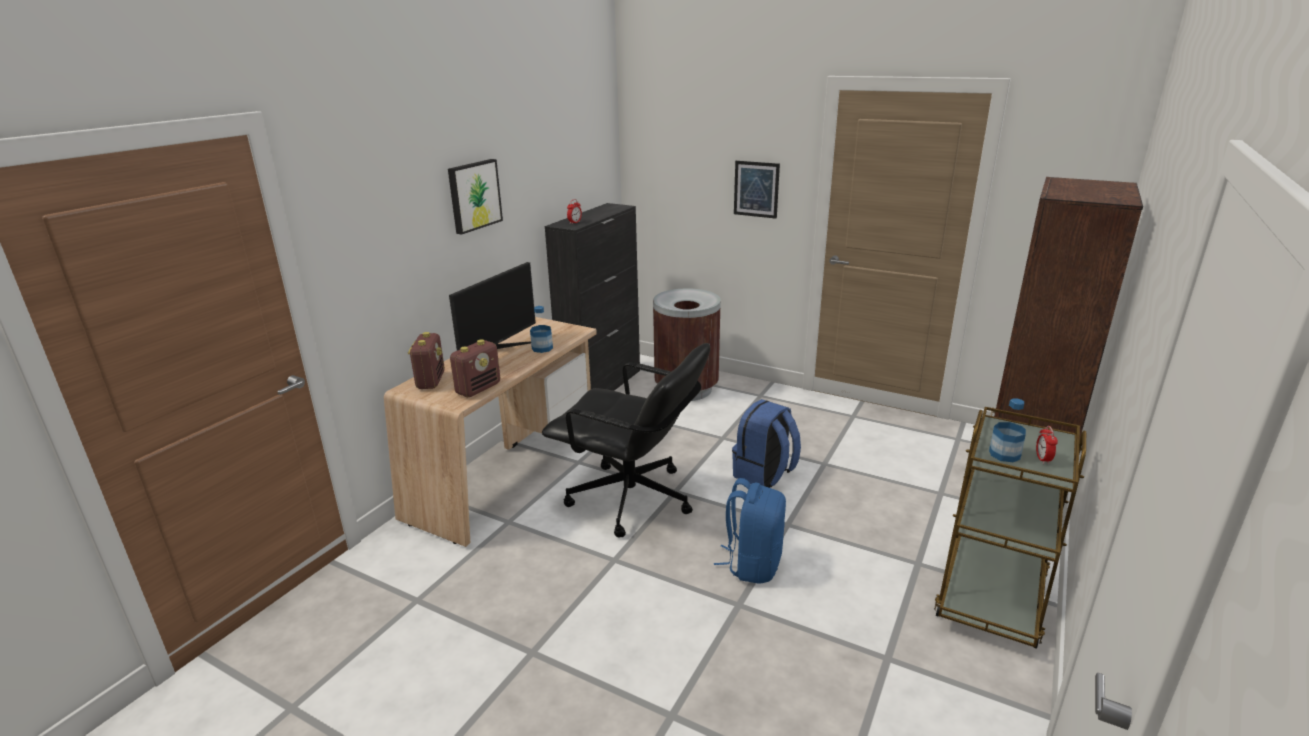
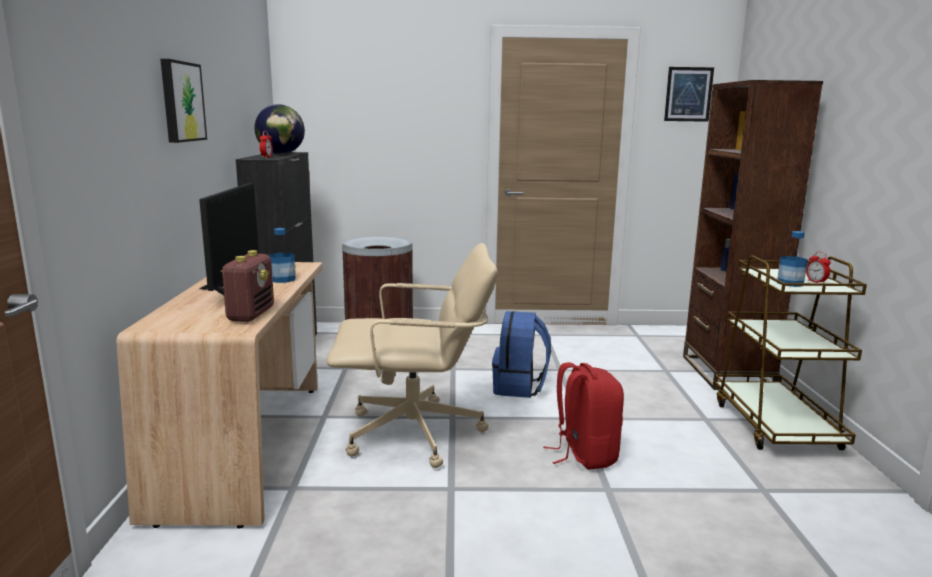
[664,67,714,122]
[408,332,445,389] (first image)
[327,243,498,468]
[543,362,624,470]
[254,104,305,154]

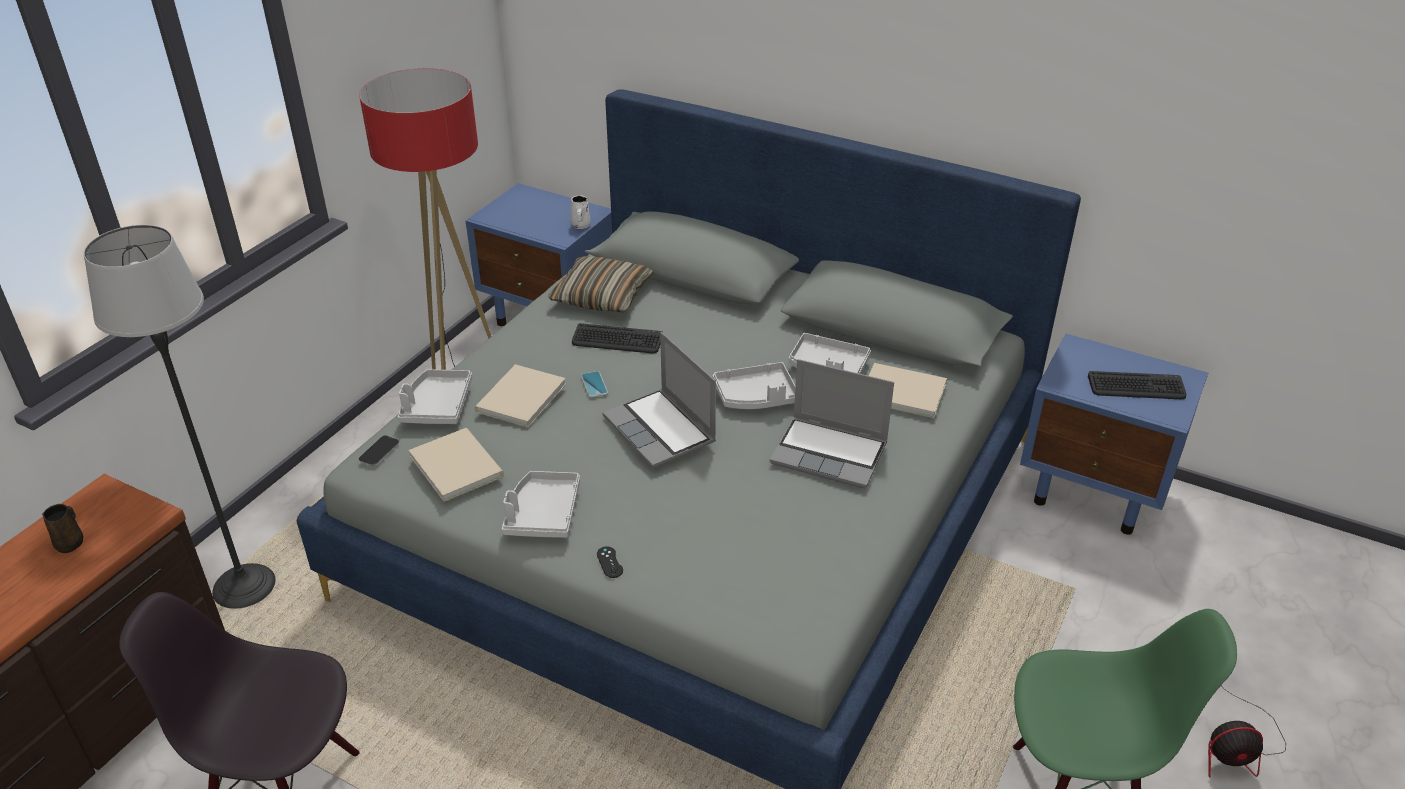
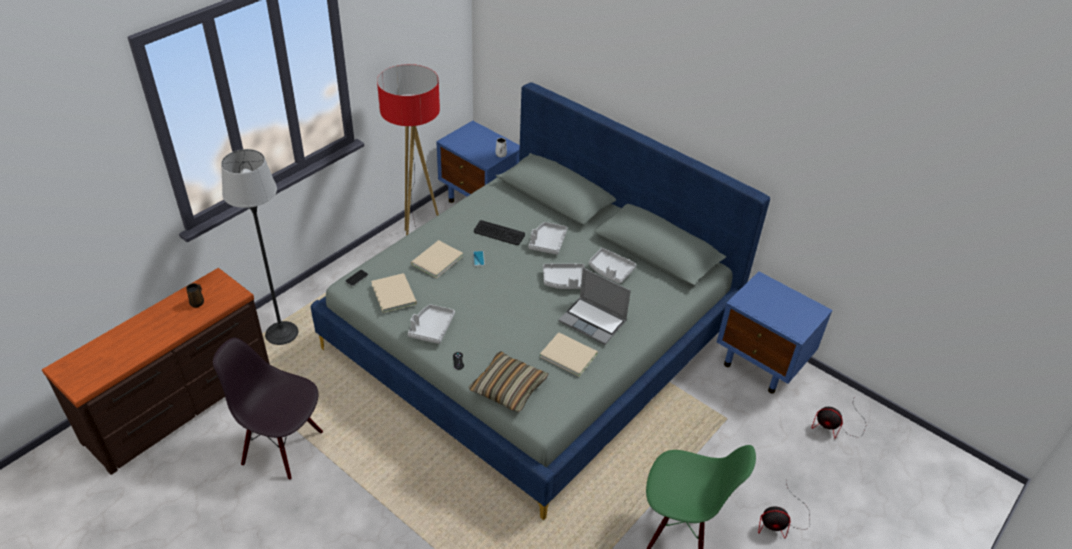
[468,351,549,412]
[603,332,716,468] (first image)
[540,332,598,376]
[528,222,567,255]
[1088,371,1186,399] (first image)
[812,399,866,438]

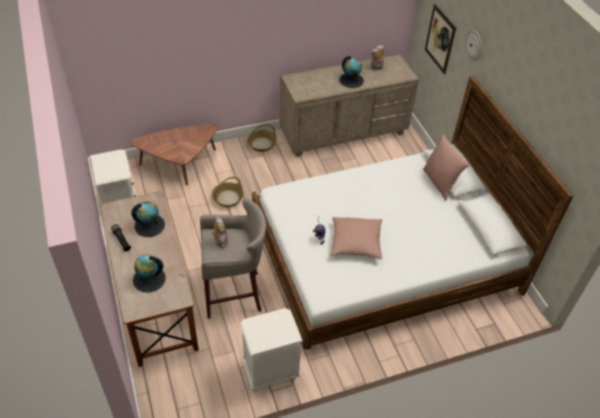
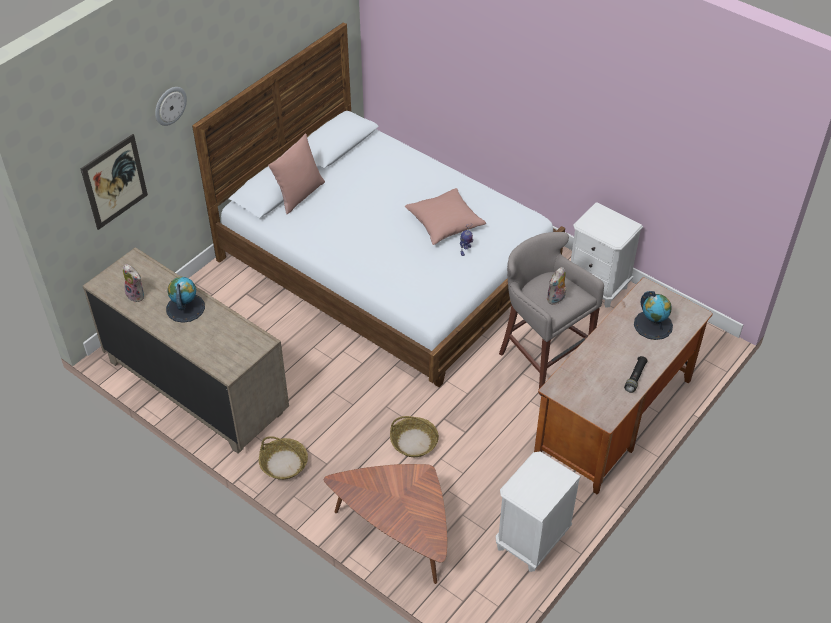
[131,201,165,237] (first image)

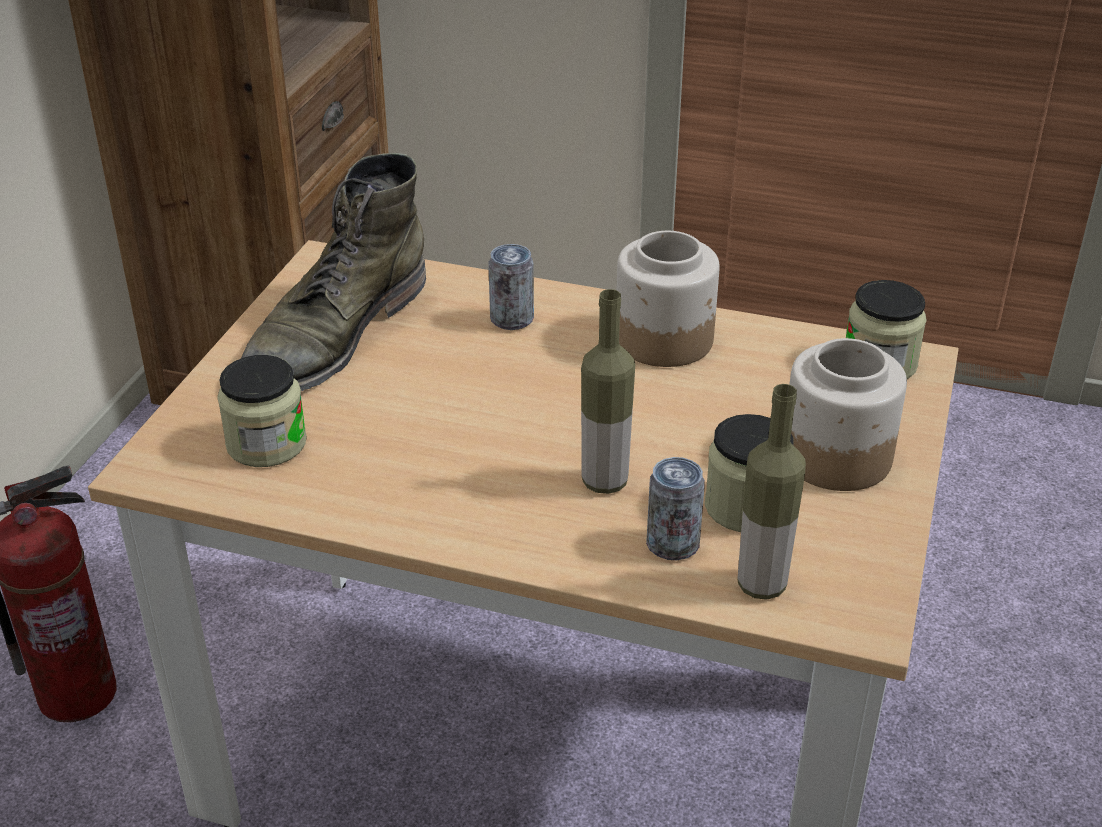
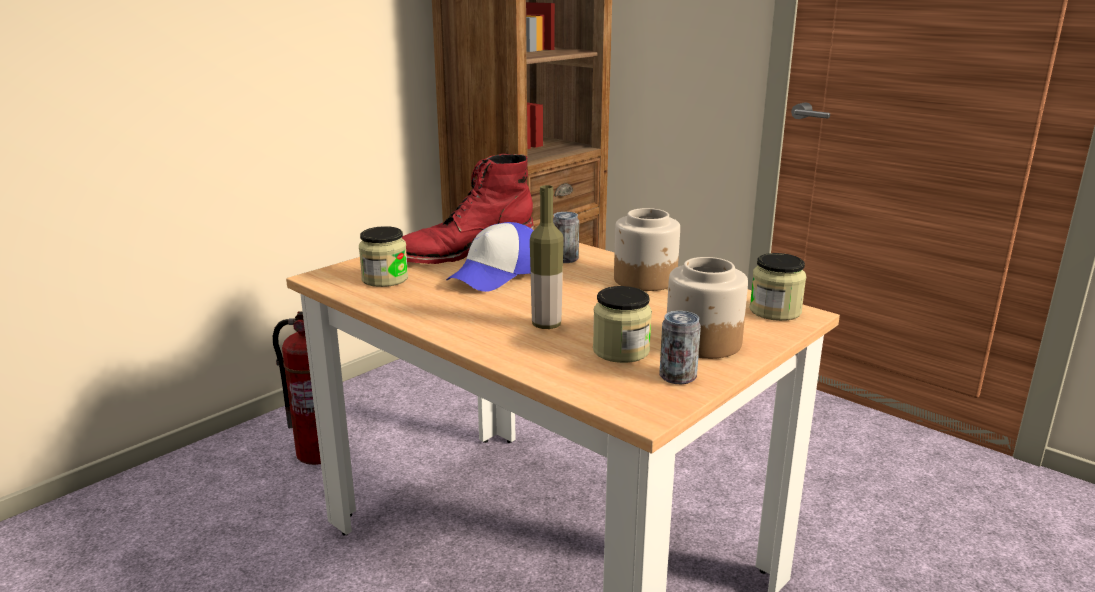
[402,154,534,264]
[737,384,806,600] (first image)
[659,311,701,384]
[446,222,534,292]

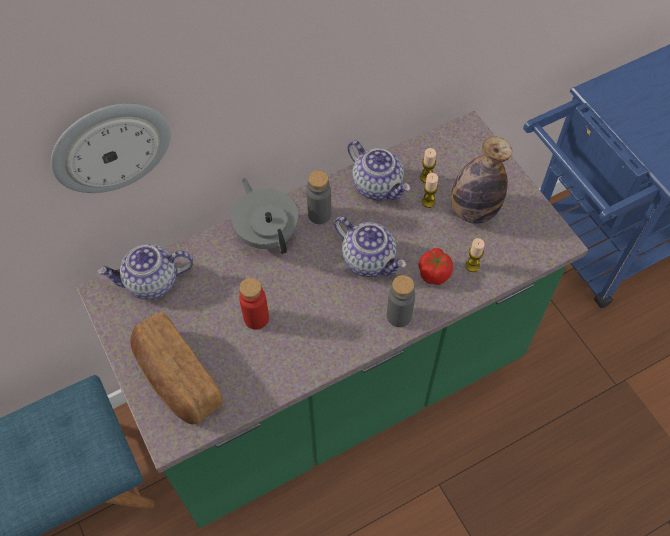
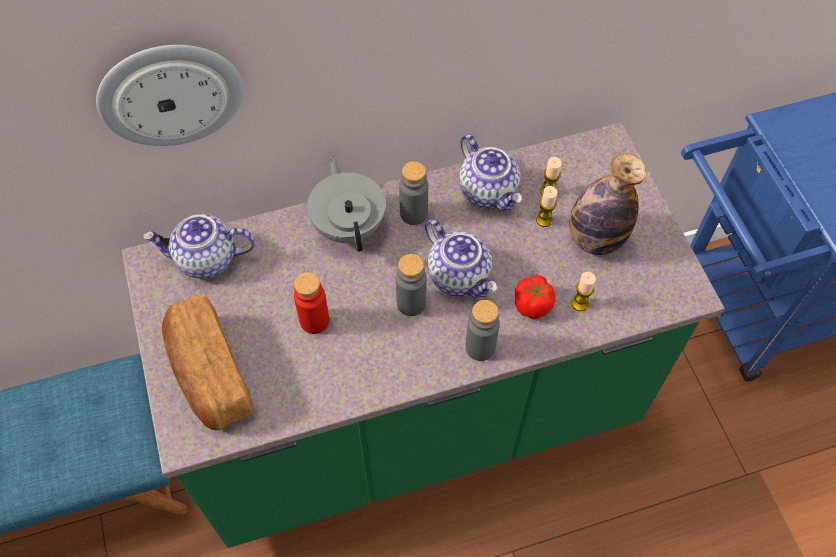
[396,254,427,316]

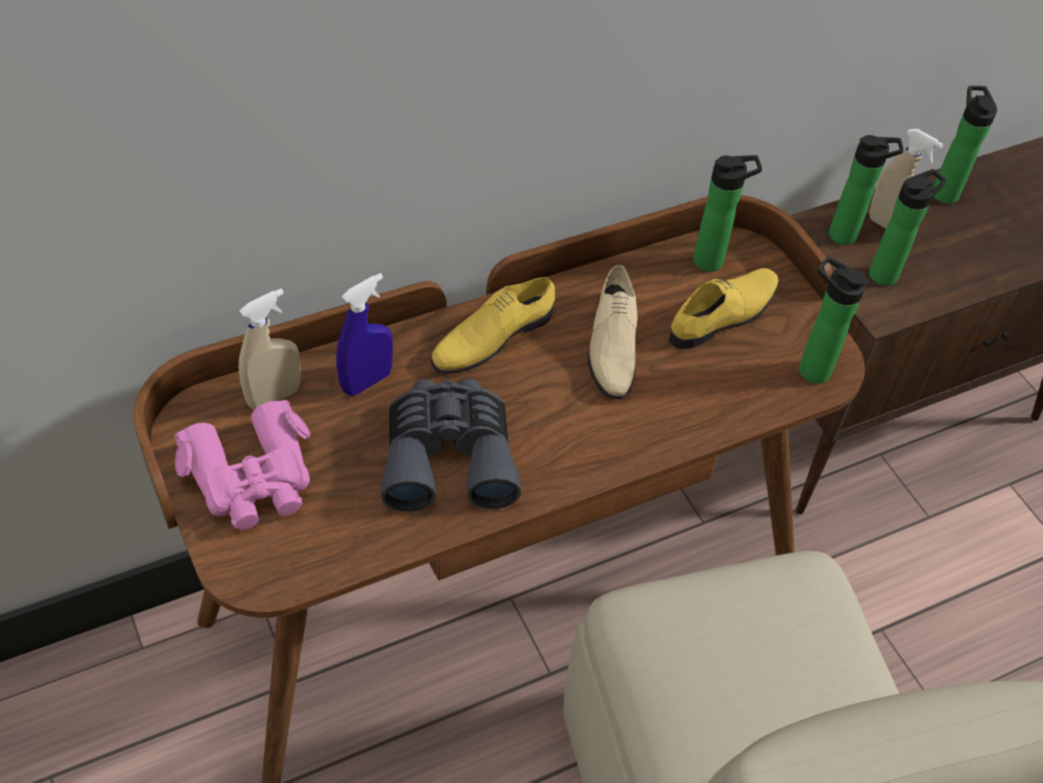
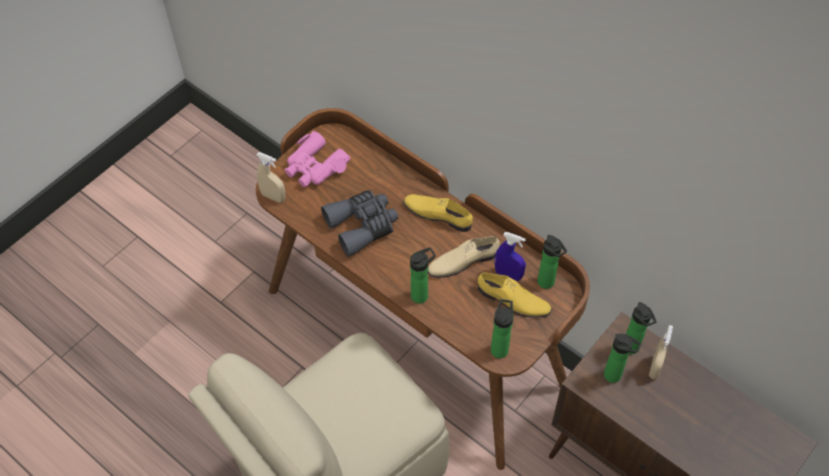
[410,247,436,304]
[495,232,526,281]
[257,152,286,203]

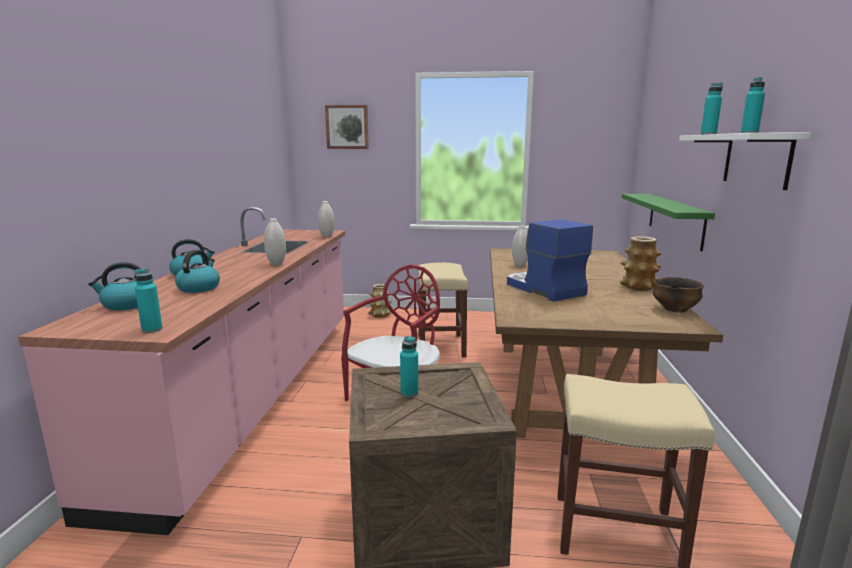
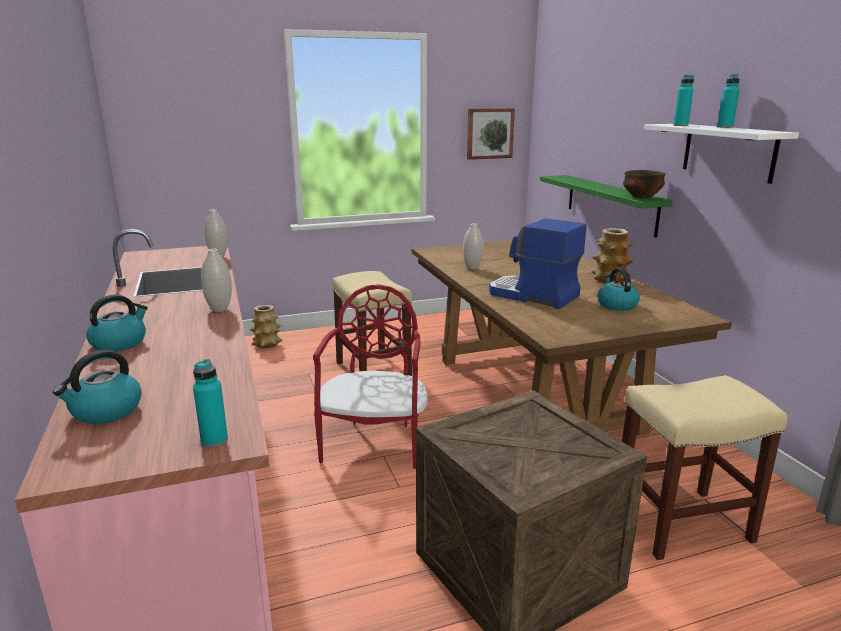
[467,108,515,160]
[597,268,640,311]
[623,170,666,199]
[400,336,418,397] (first image)

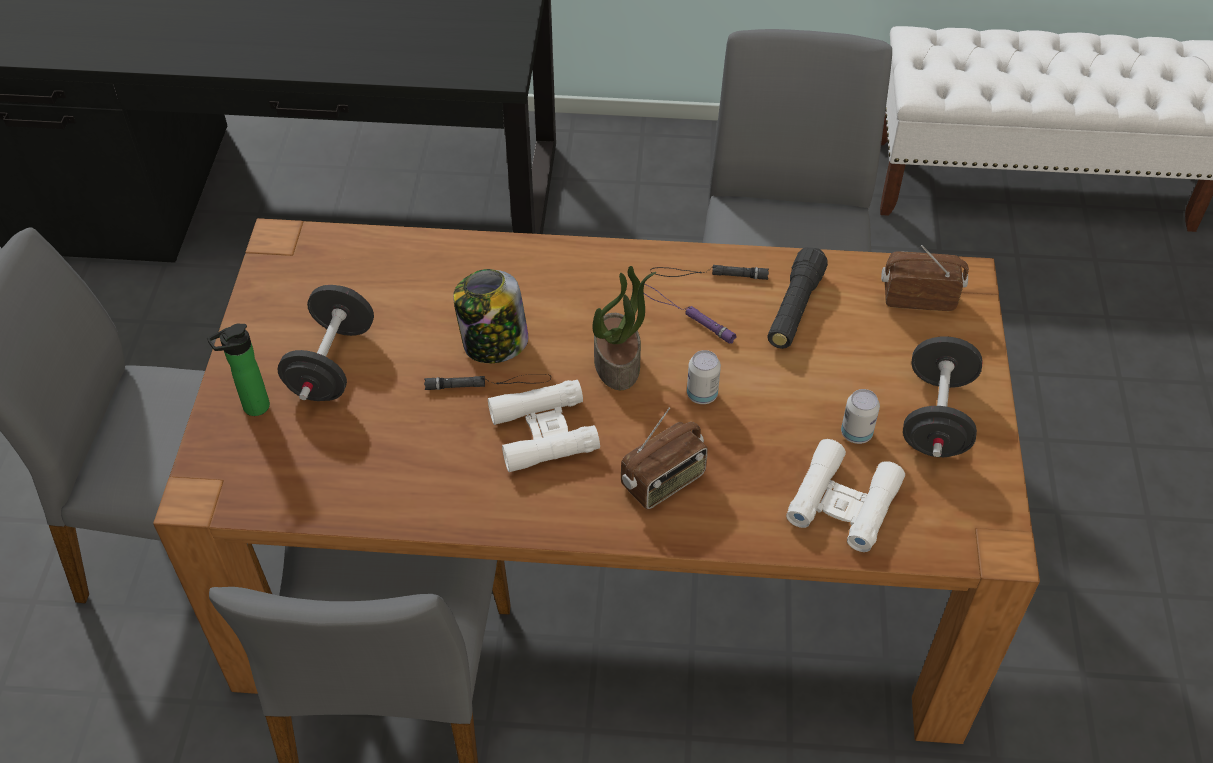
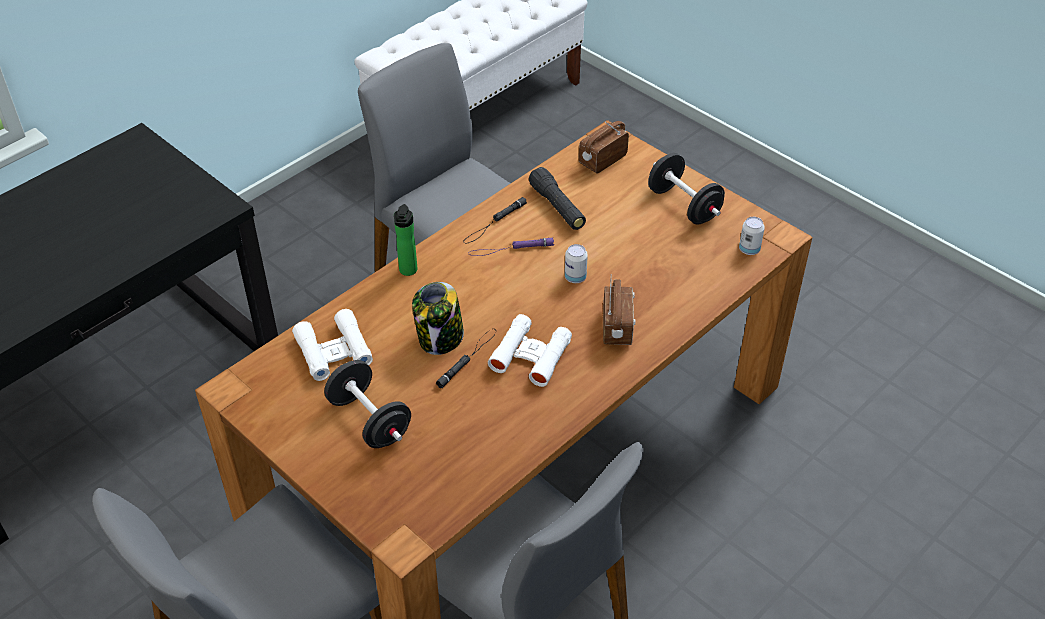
[593,266,656,390] (first image)
[394,204,417,276]
[739,217,765,255]
[292,309,373,381]

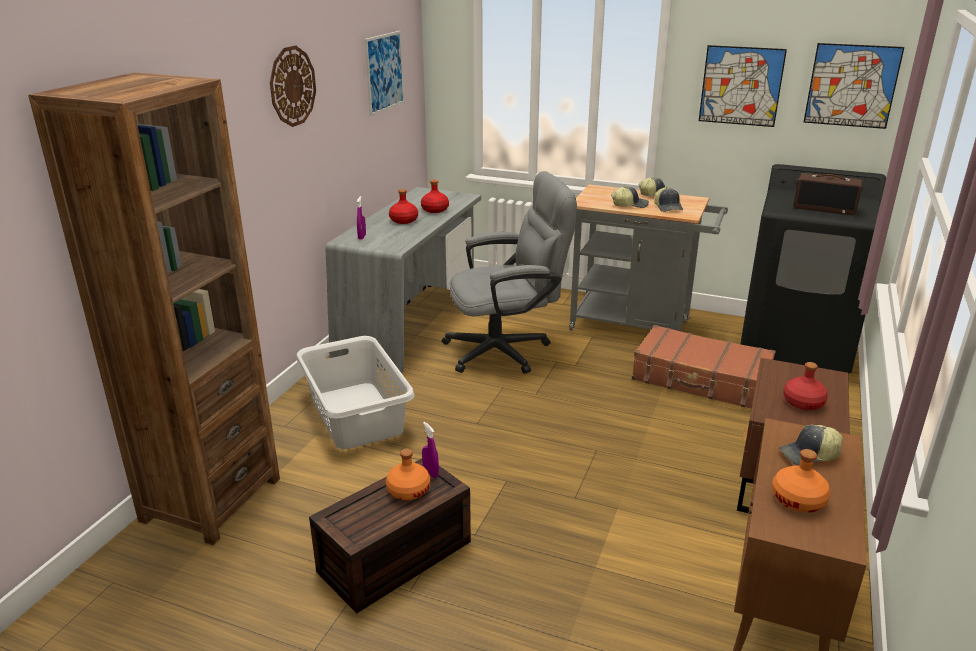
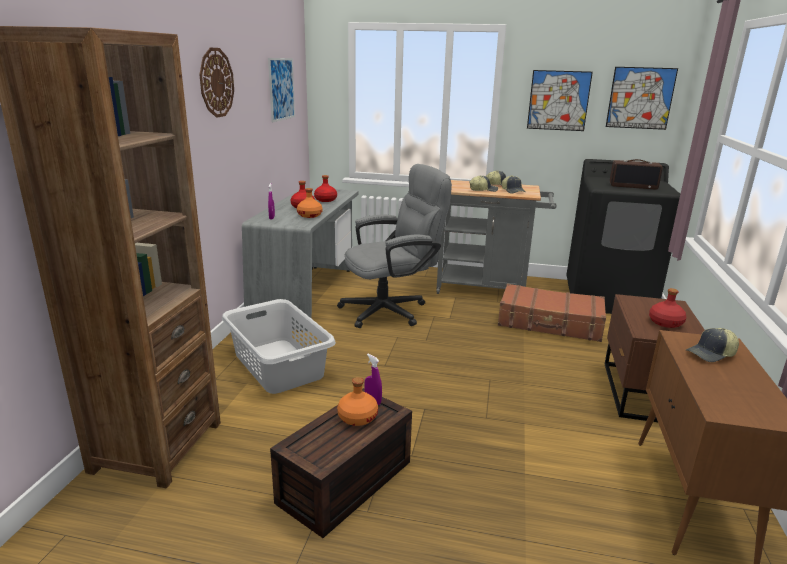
[297,188,322,218]

